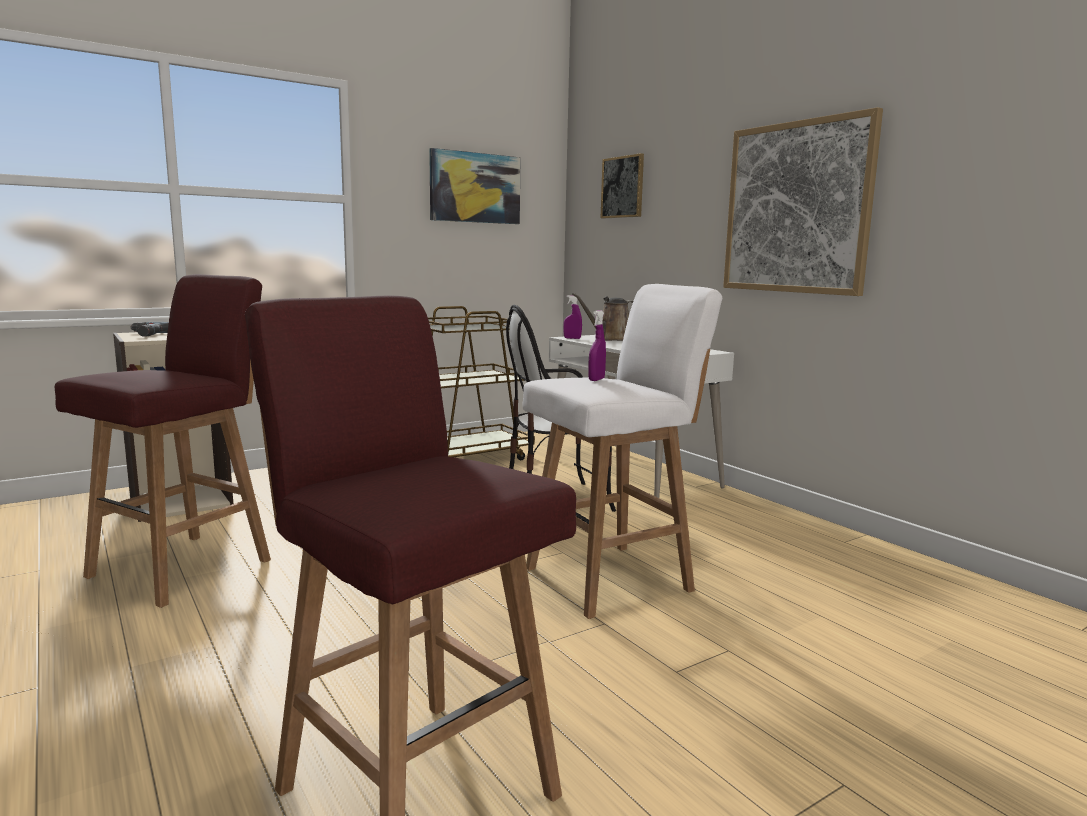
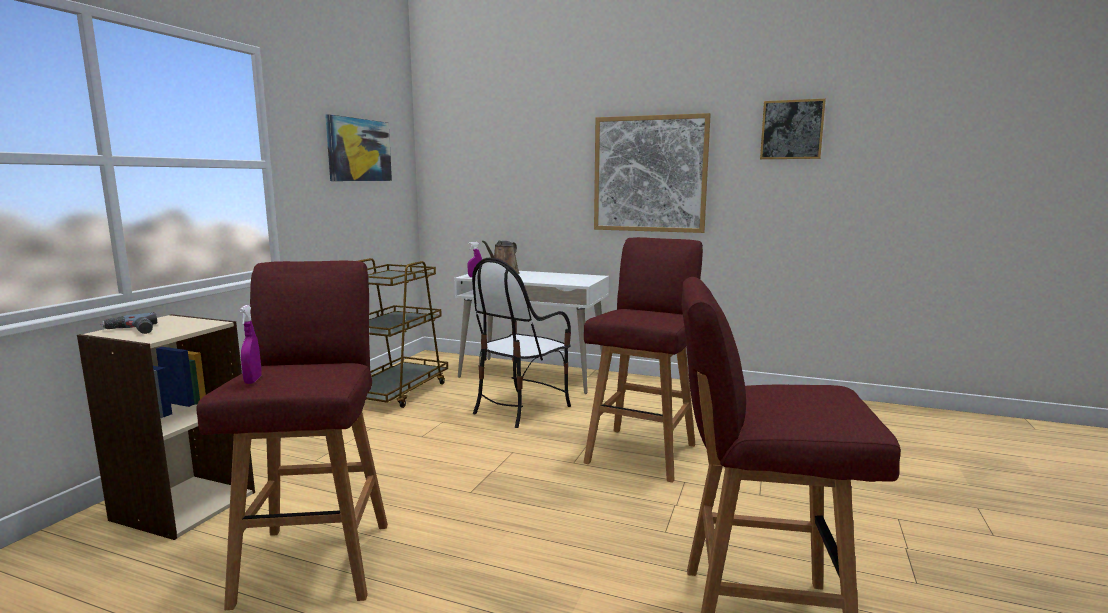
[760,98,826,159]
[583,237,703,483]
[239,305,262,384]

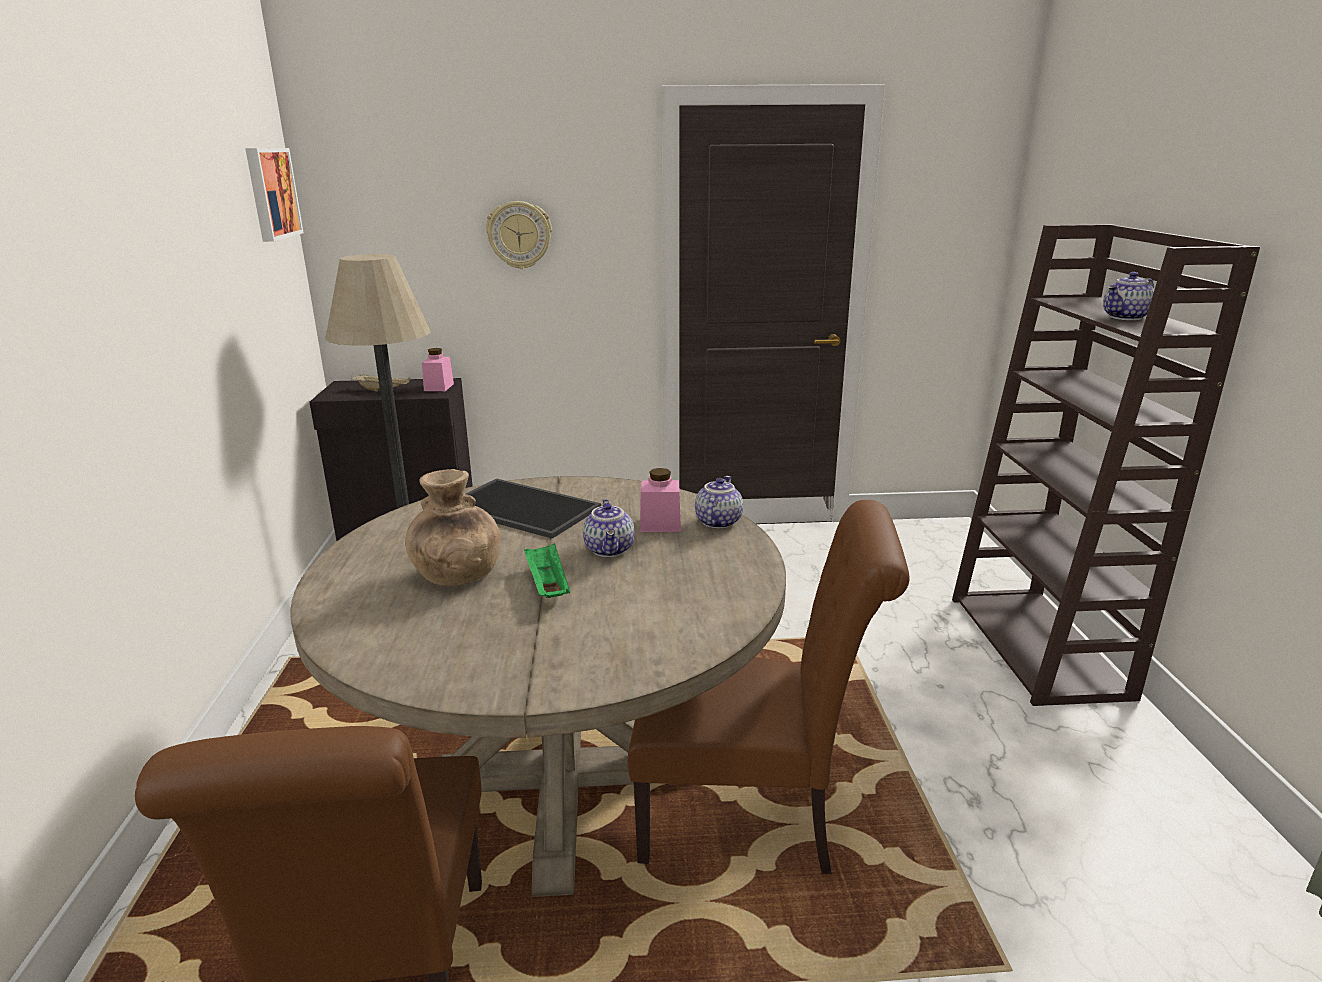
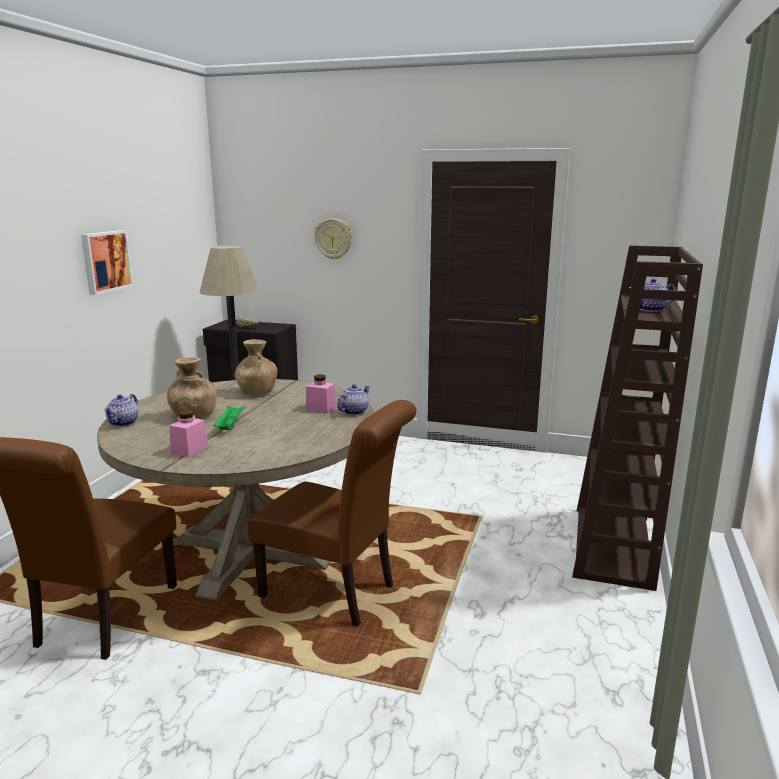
[81,230,133,295]
[169,410,208,457]
[234,339,278,395]
[104,394,139,427]

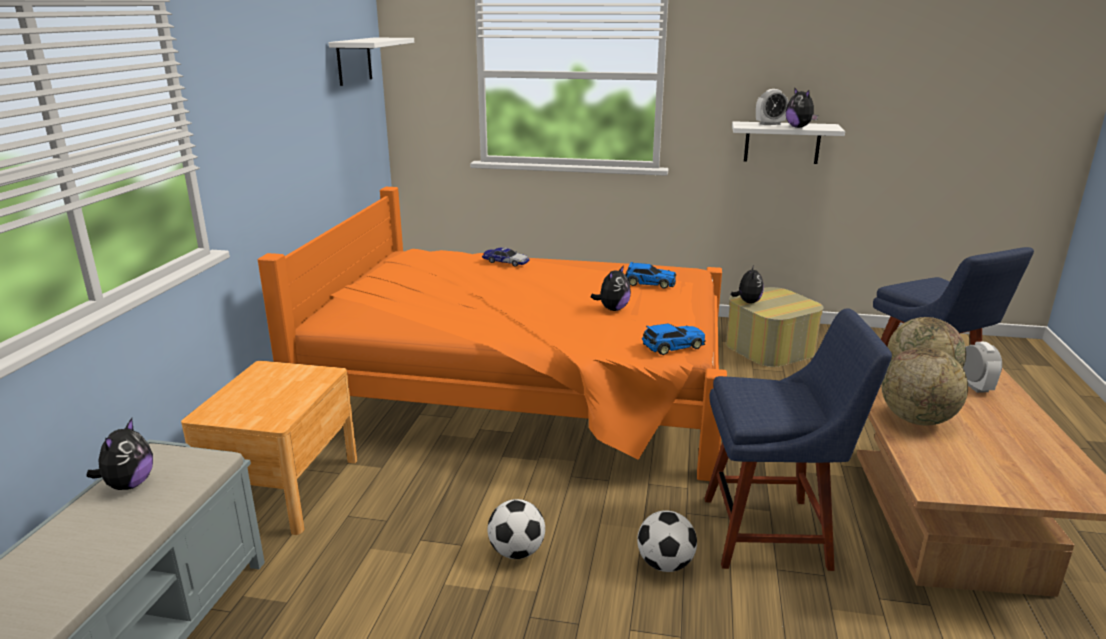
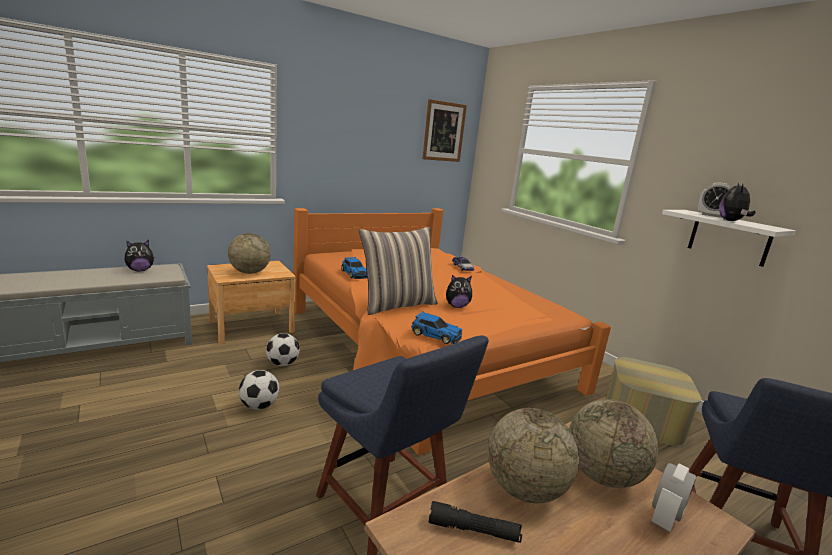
[422,99,467,162]
[341,257,367,279]
[731,265,764,303] (first image)
[266,333,300,366]
[359,227,438,315]
[228,233,271,274]
[428,501,522,543]

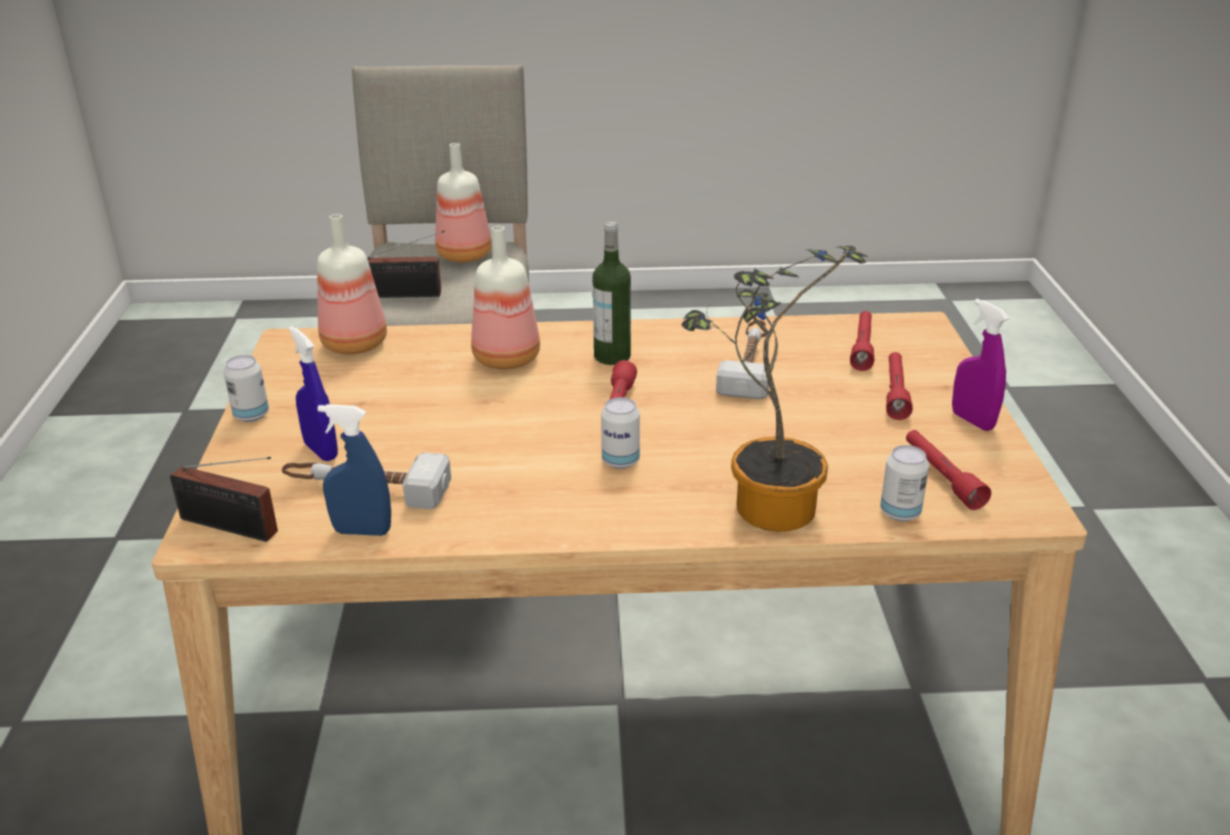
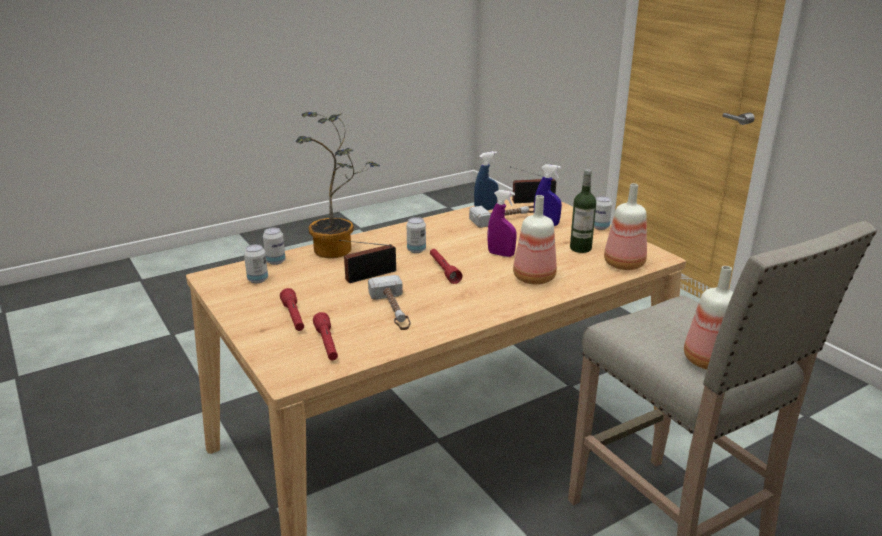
[570,169,596,253]
[339,240,396,283]
[487,190,517,257]
[244,244,268,283]

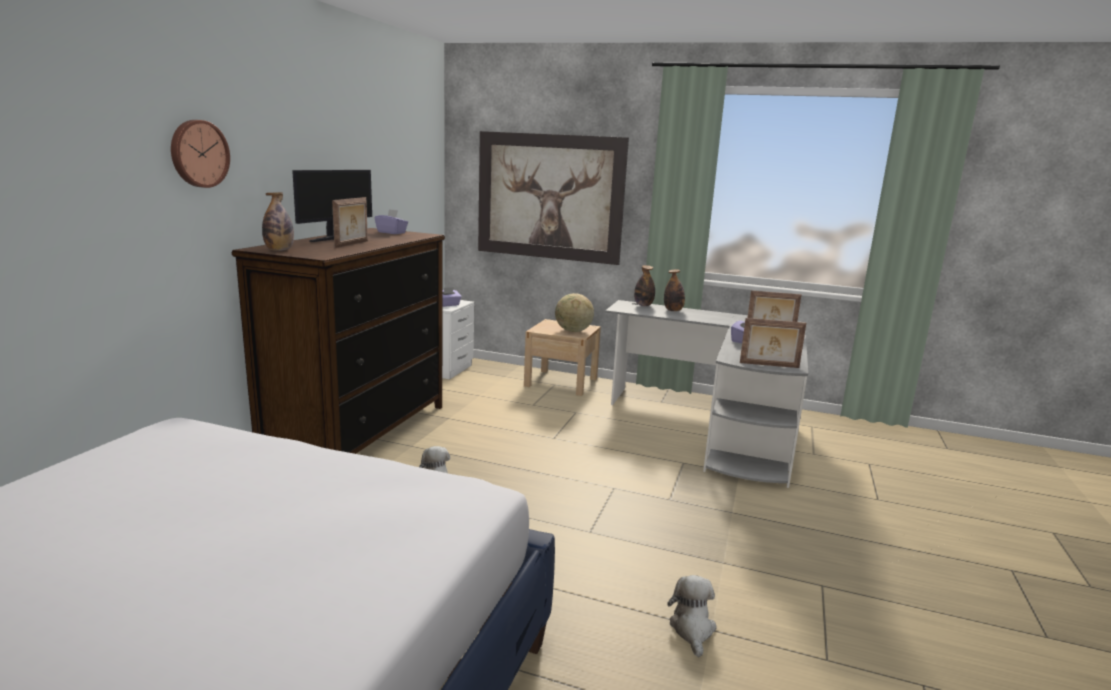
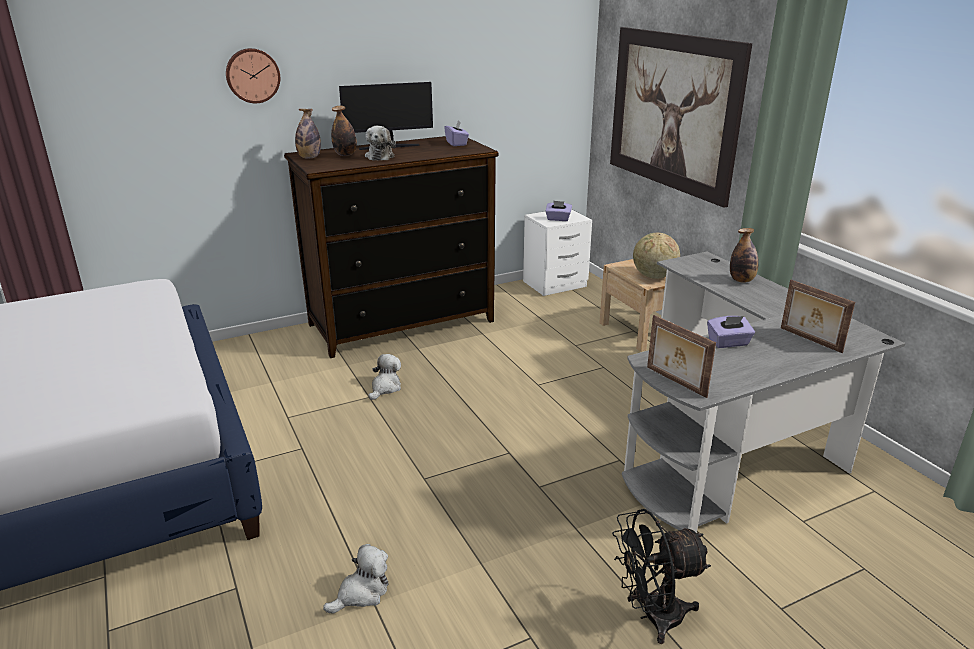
[365,126,396,161]
[331,106,357,156]
[612,509,711,644]

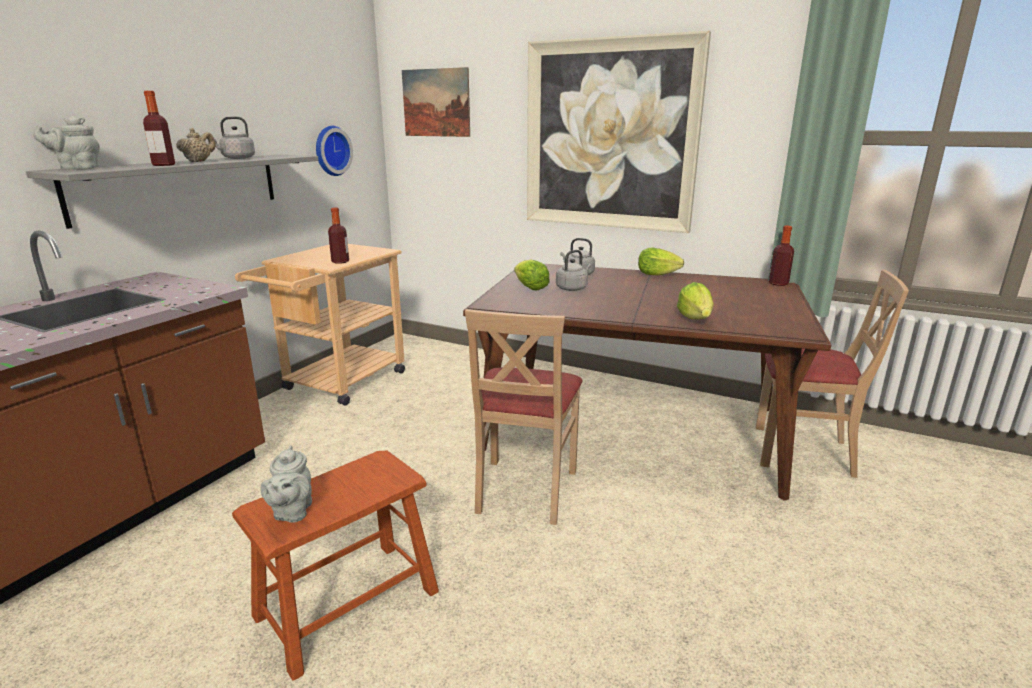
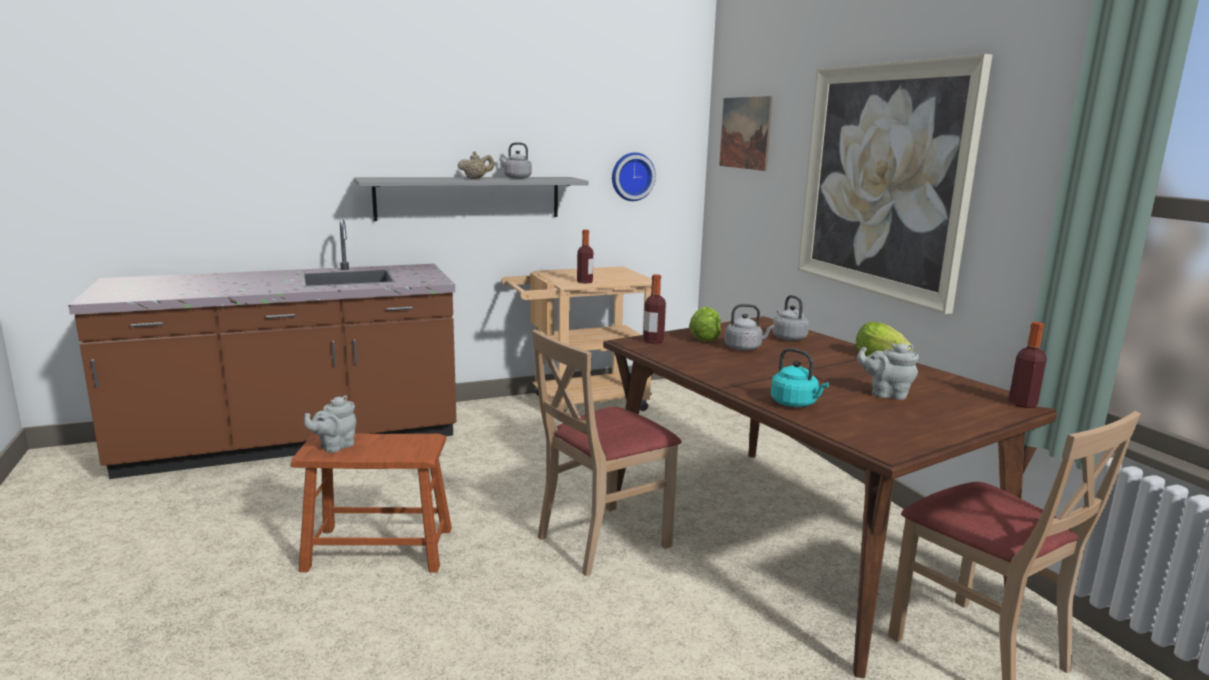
[643,274,666,344]
[857,343,919,400]
[771,348,829,407]

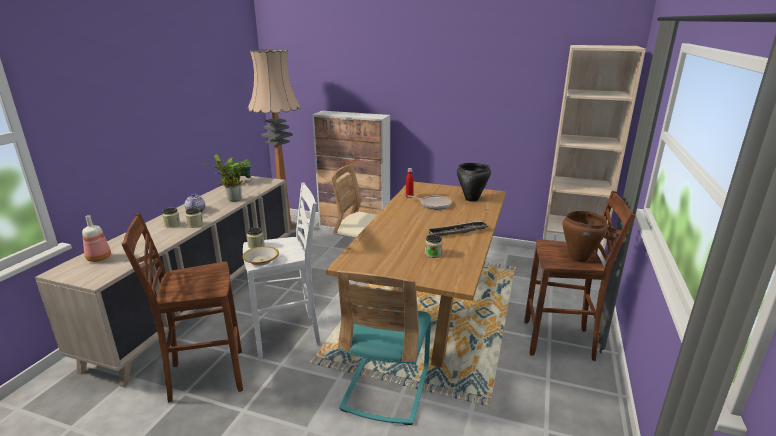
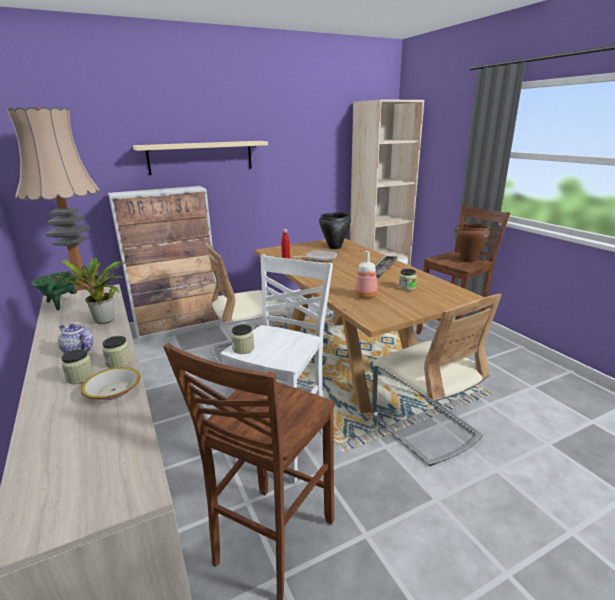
[355,251,378,299]
[81,367,140,400]
[372,293,502,466]
[133,141,268,175]

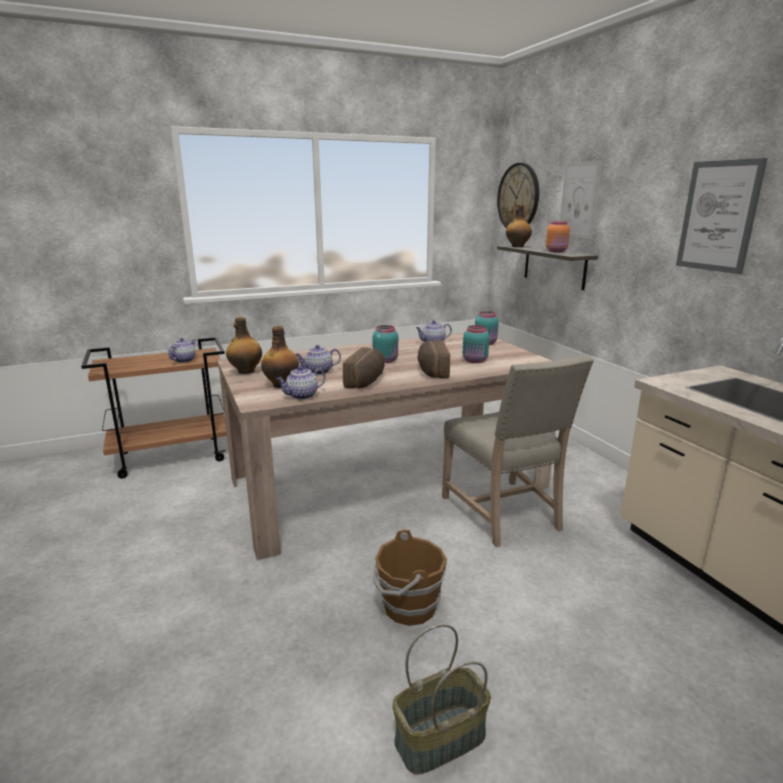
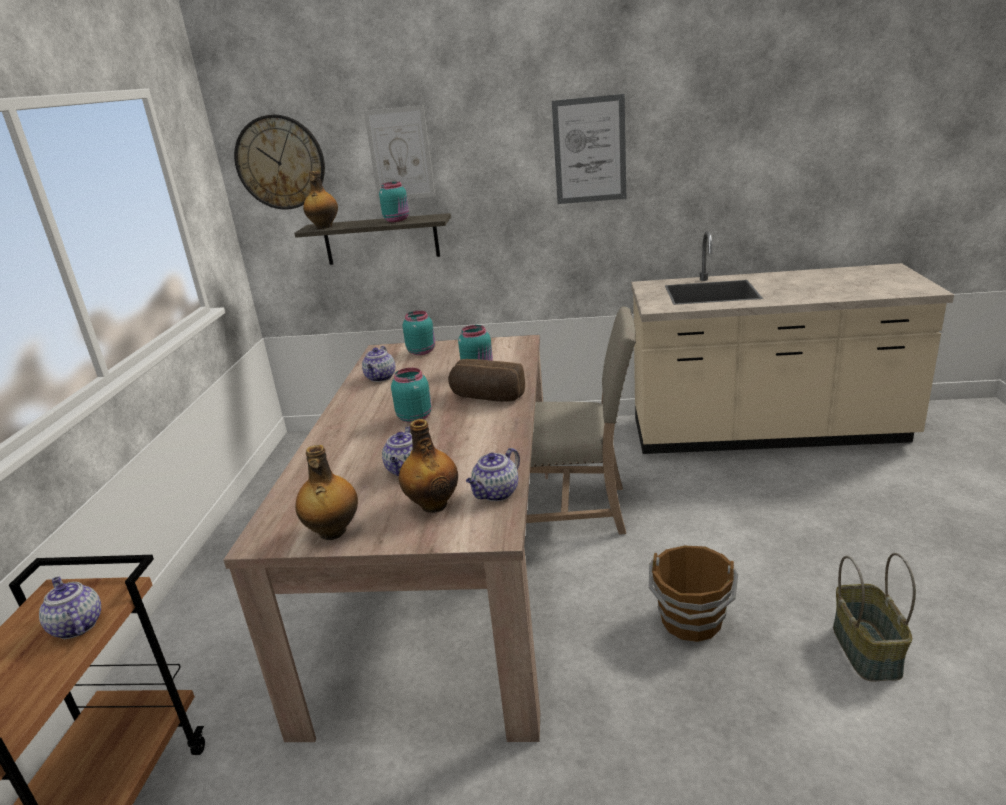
[379,182,409,222]
[343,347,385,388] (first image)
[466,448,520,501]

